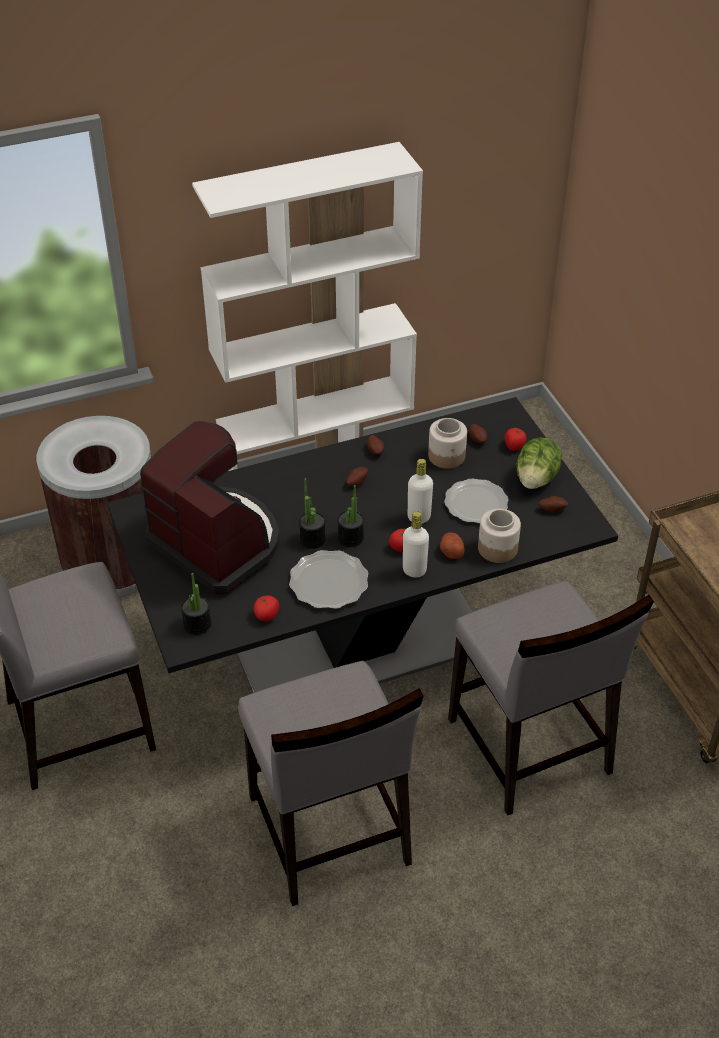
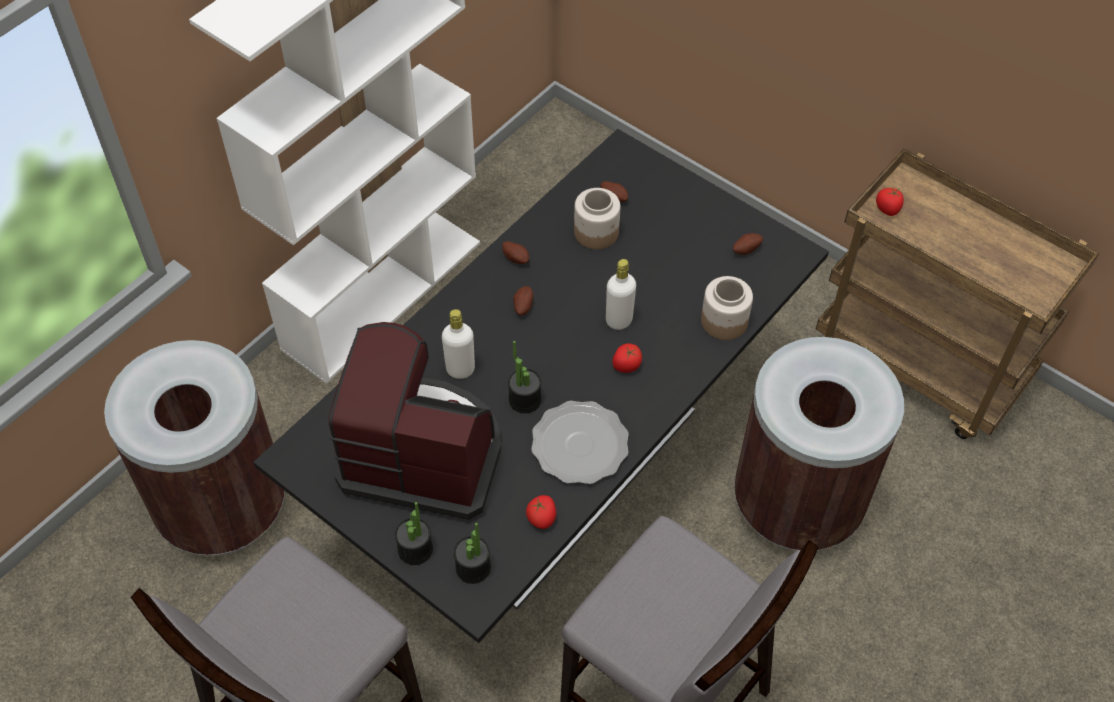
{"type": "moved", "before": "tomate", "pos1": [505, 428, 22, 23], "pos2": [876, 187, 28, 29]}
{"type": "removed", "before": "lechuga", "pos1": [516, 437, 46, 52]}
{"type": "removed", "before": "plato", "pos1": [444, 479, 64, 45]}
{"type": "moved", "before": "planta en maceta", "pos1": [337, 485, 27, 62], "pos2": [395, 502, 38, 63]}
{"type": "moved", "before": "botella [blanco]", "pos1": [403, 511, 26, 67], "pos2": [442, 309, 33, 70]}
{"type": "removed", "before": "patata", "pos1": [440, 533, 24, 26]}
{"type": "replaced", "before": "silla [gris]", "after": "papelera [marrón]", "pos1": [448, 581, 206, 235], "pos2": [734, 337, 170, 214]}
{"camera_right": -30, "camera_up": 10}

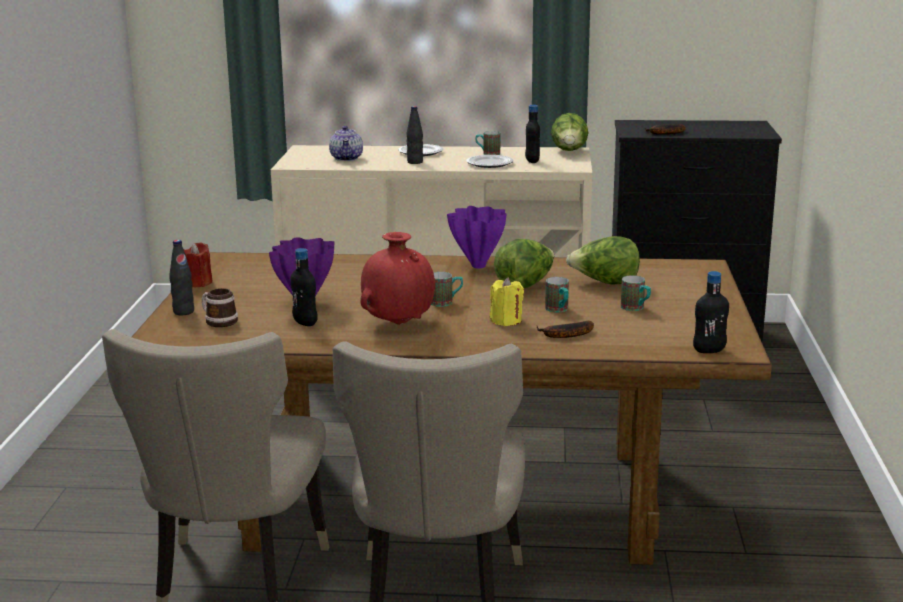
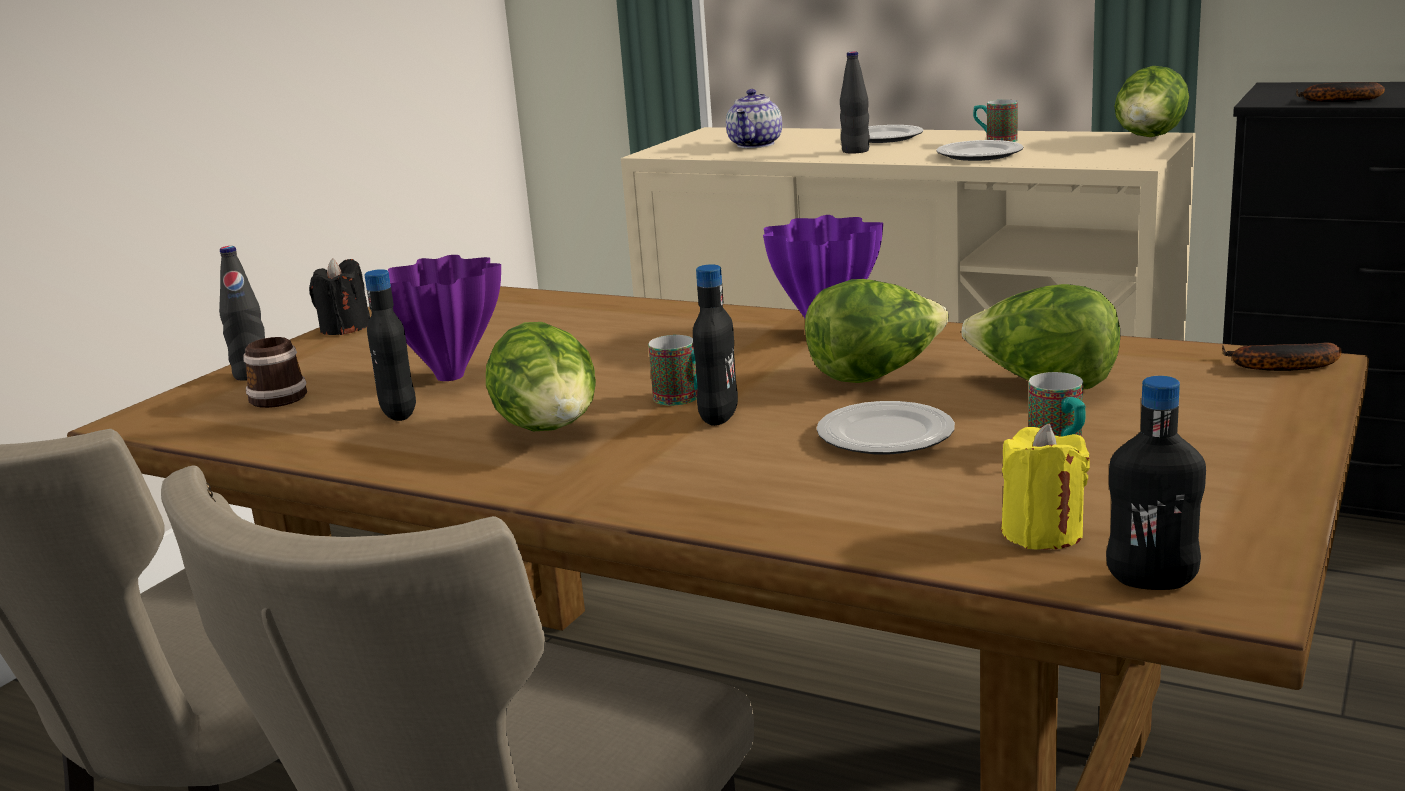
{"type": "moved", "before": "botella [negro]", "pos1": [525, 105, 15, 58], "pos2": [693, 264, 45, 162]}
{"type": "replaced", "before": "florero [rojo]", "after": "lechuga", "pos1": [360, 232, 75, 93], "pos2": [486, 322, 110, 109]}
{"type": "recoloured", "before": "vela [rojo]", "after": "vela [negro]", "pos1": [184, 243, 29, 44], "pos2": [309, 258, 61, 77]}
{"type": "moved", "before": "vela [amarillo]", "pos1": [490, 277, 34, 49], "pos2": [1001, 424, 89, 126]}
{"type": "replaced", "before": "taza grande", "after": "plato", "pos1": [545, 277, 24, 35], "pos2": [816, 401, 139, 54]}
{"type": "moved", "before": "plátano", "pos1": [537, 321, 57, 17], "pos2": [1222, 342, 120, 29]}
{"camera_right": 25, "camera_up": 0}

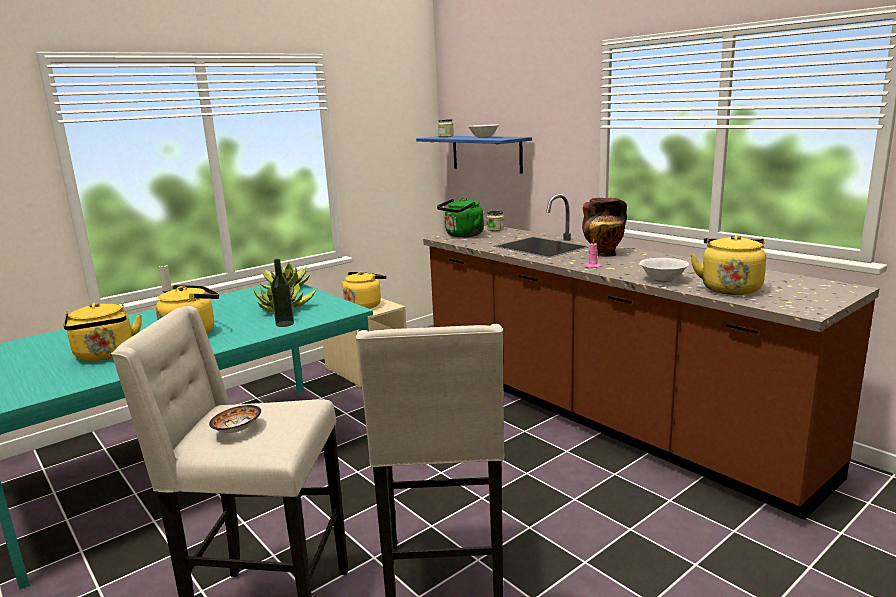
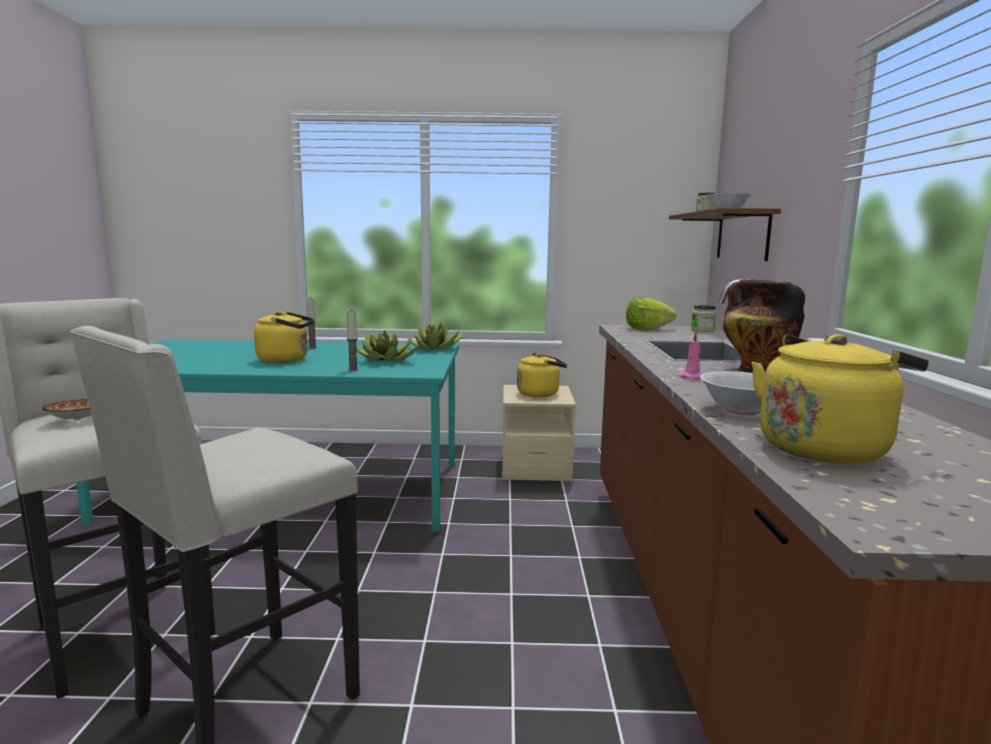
{"type": "recoloured", "before": "estante [azul]", "after": "estante [marrón]", "pos1": [416, 136, 116, 38], "pos2": [669, 208, 112, 53]}
{"type": "replaced", "before": "hervidor [verde]", "after": "lechuga", "pos1": [437, 198, 47, 39], "pos2": [626, 297, 50, 33]}
{"type": "replaced", "before": "botella", "after": "vela", "pos1": [271, 259, 23, 68], "pos2": [346, 310, 13, 61]}
{"type": "removed", "before": "hervidor [amarillo]", "pos1": [64, 302, 78, 59]}
{"camera_right": 40, "camera_up": -5}

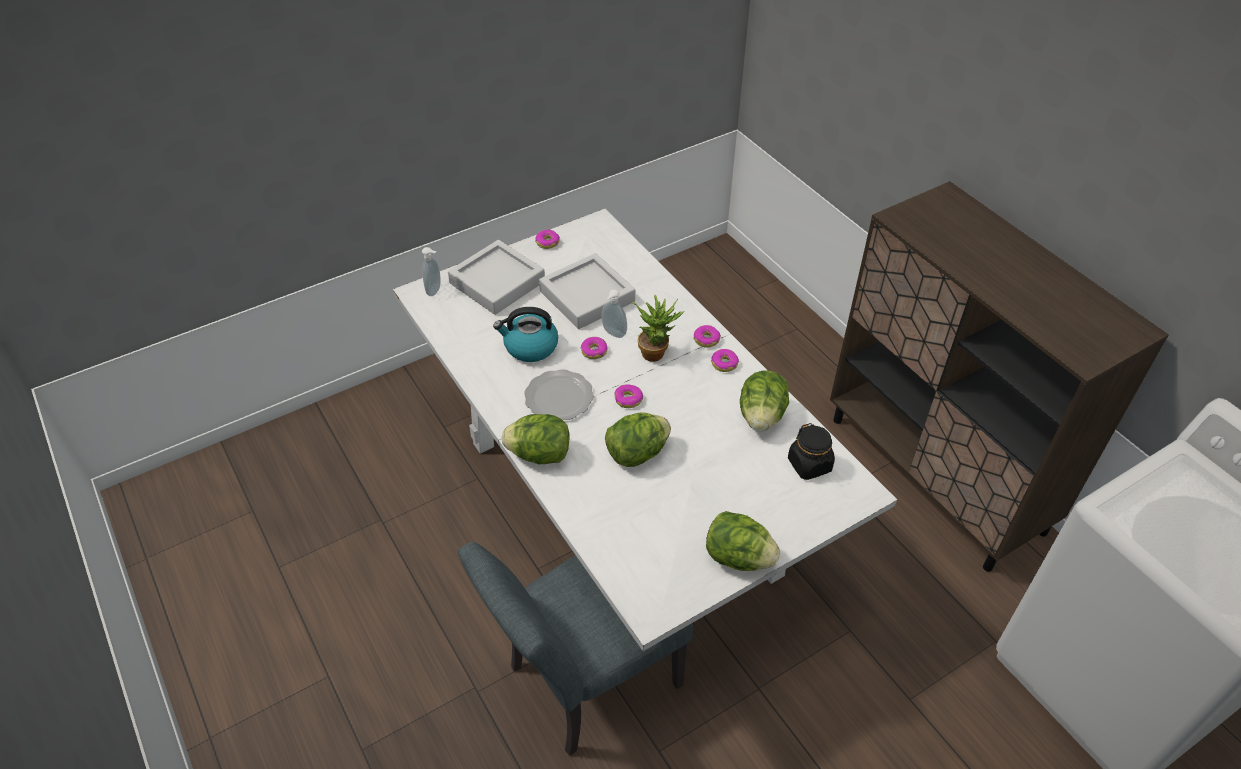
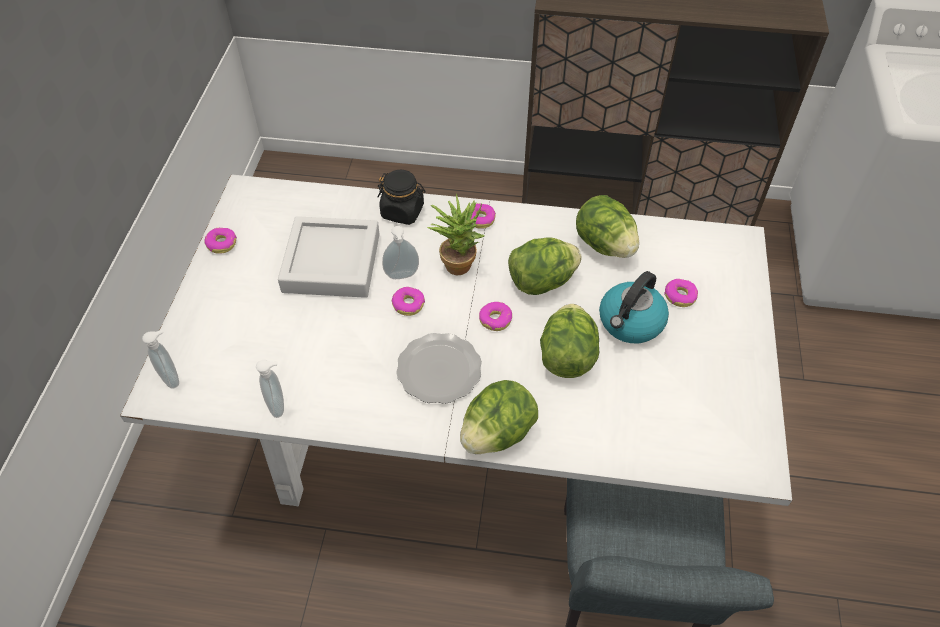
{"type": "removed", "before": "bandeja [gris]", "pos1": [448, 240, 97, 75]}
{"type": "moved", "before": "hervidor", "pos1": [493, 307, 65, 55], "pos2": [599, 271, 70, 72]}
{"type": "moved", "before": "rosquilla", "pos1": [711, 349, 28, 23], "pos2": [664, 279, 34, 28]}
{"type": "moved", "before": "tarro [negro]", "pos1": [788, 423, 47, 57], "pos2": [378, 170, 48, 55]}
{"type": "moved", "before": "lechuga", "pos1": [706, 511, 74, 60], "pos2": [508, 238, 74, 57]}
{"type": "added", "after": "dispensador de jabón", "pos2": [256, 360, 28, 58]}
{"camera_right": -50, "camera_up": 5}

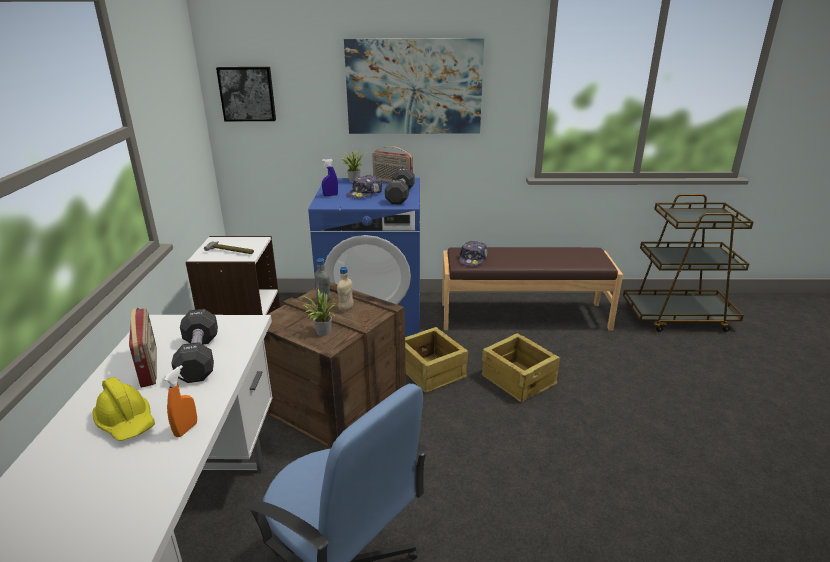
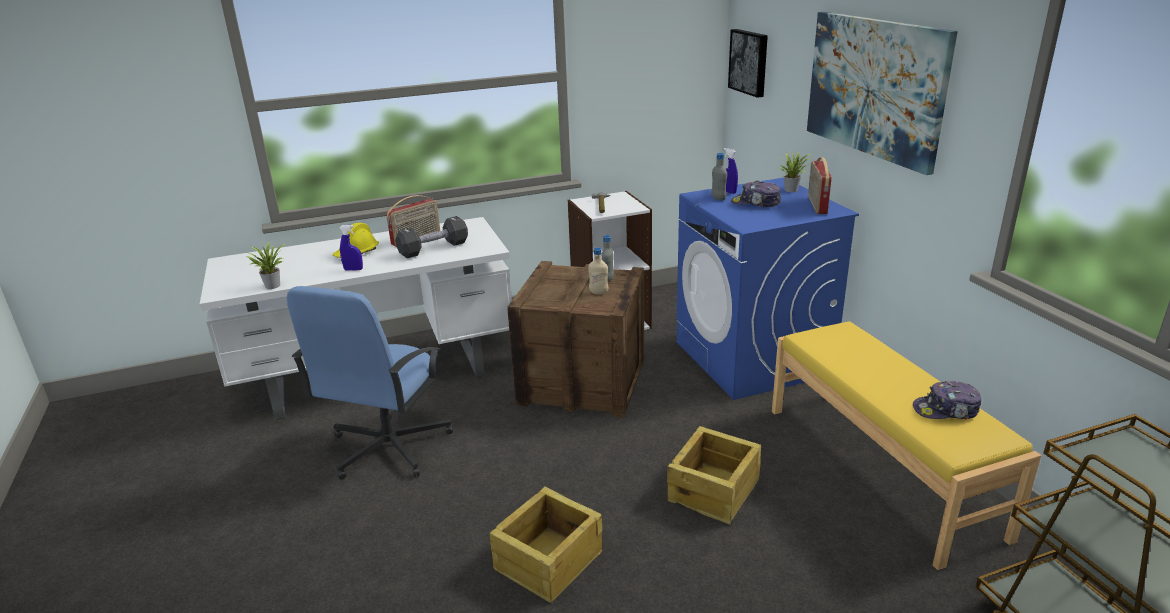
{"type": "removed", "before": "mancuerna [negro]", "pos1": [385, 168, 30, 37]}
{"type": "moved", "before": "gorra", "pos1": [459, 240, 29, 26], "pos2": [913, 381, 68, 38]}
{"type": "recoloured", "before": "banco [marrón]", "after": "banco [amarillo]", "pos1": [442, 247, 181, 84], "pos2": [772, 321, 269, 249]}
{"type": "moved", "before": "planta en maceta", "pos1": [302, 289, 33, 47], "pos2": [246, 242, 40, 47]}
{"type": "moved", "before": "caja de embalaje", "pos1": [405, 327, 63, 66], "pos2": [490, 486, 112, 117]}
{"type": "recoloured", "before": "pulverizador [naranja]", "after": "pulverizador [azul]", "pos1": [164, 365, 33, 72], "pos2": [339, 225, 24, 46]}
{"type": "added", "after": "botella [gris]", "pos2": [711, 153, 16, 48]}
{"camera_right": 70, "camera_up": 0}

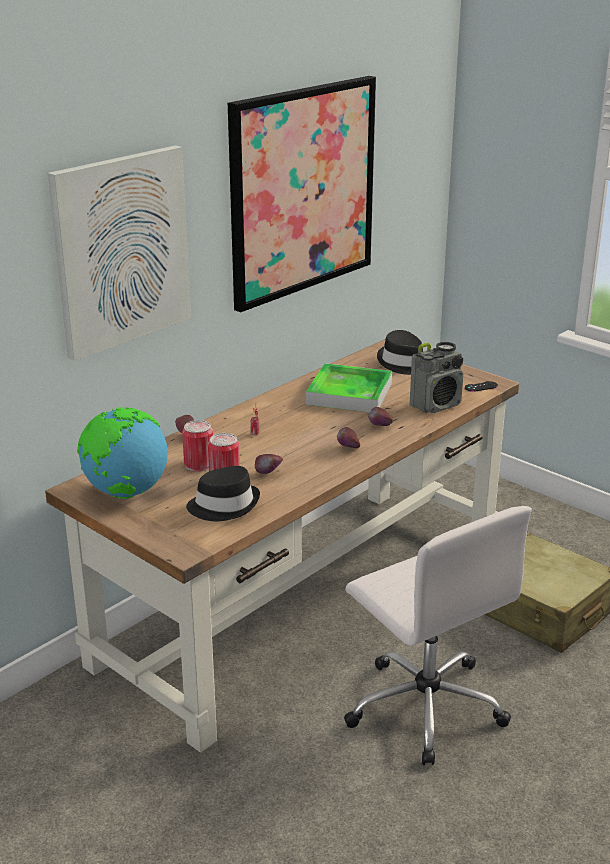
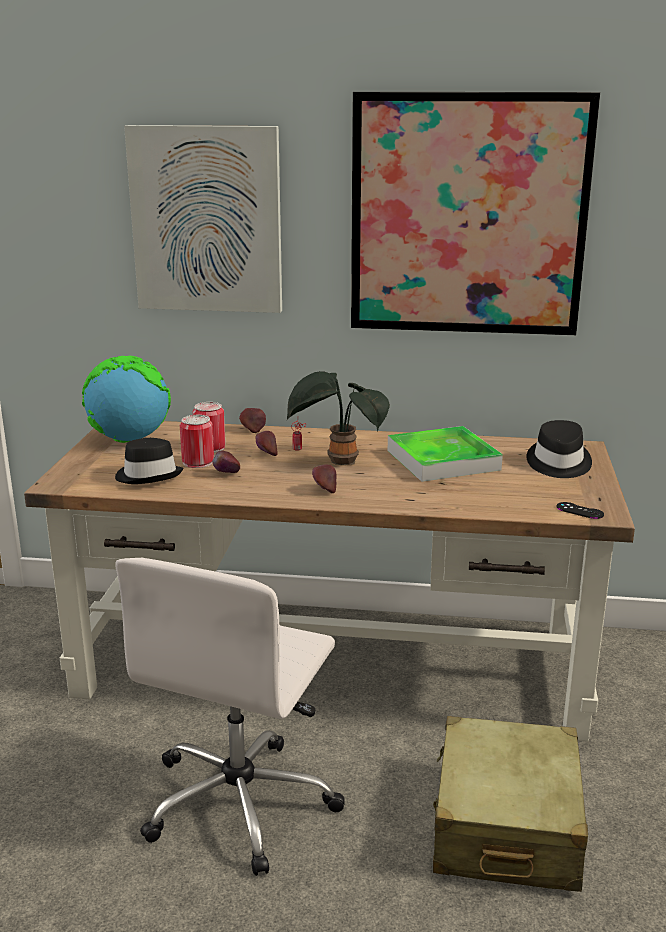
{"type": "removed", "before": "radio", "pos1": [410, 342, 53, 71]}
{"type": "moved", "before": "manzana", "pos1": [368, 407, 25, 19], "pos2": [255, 431, 23, 25]}
{"type": "added", "after": "planta en maceta", "pos2": [287, 371, 103, 94]}
{"camera_right": 55, "camera_up": -5}

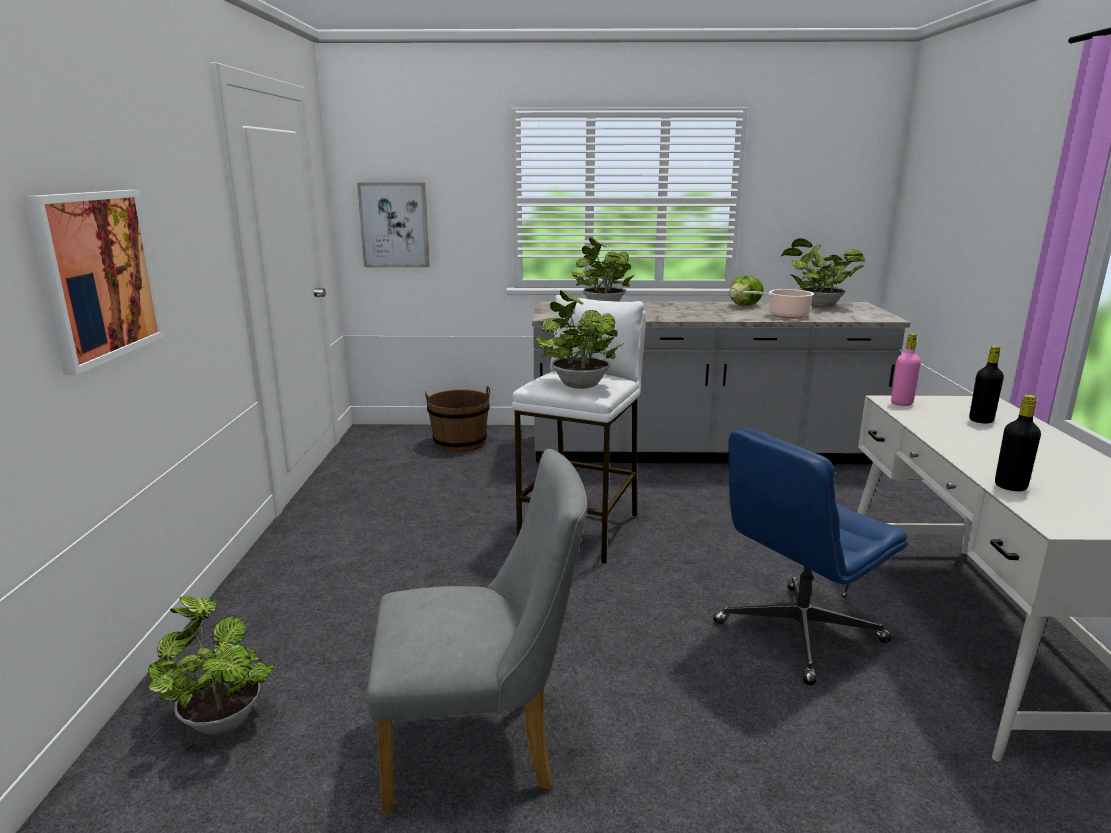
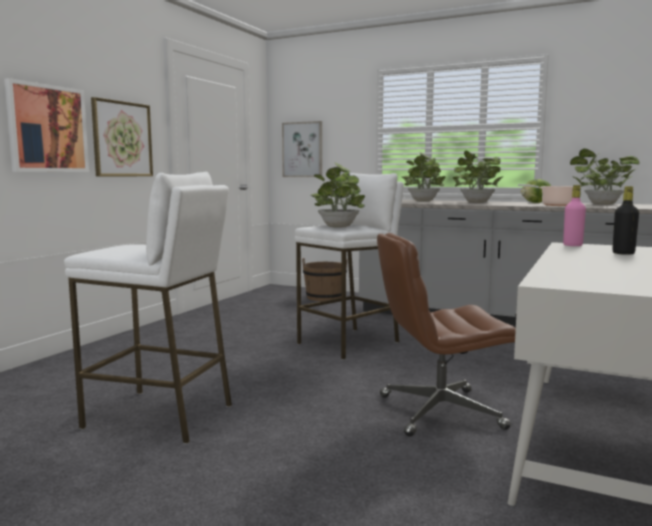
{"type": "removed", "before": "botella [negro]", "pos1": [995, 395, 46, 96]}
{"type": "recoloured", "before": "silla de oficina [azul]", "after": "silla de oficina [marrón]", "pos1": [713, 428, 194, 257], "pos2": [377, 233, 139, 204]}
{"type": "replaced", "before": "silla [gris]", "after": "taburete [blanco]", "pos1": [367, 449, 220, 365], "pos2": [64, 171, 168, 273]}
{"type": "moved", "before": "planta en maceta", "pos1": [148, 596, 127, 139], "pos2": [451, 150, 52, 53]}
{"type": "added", "after": "cuadro", "pos2": [91, 97, 62, 80]}
{"camera_right": 25, "camera_up": -10}

